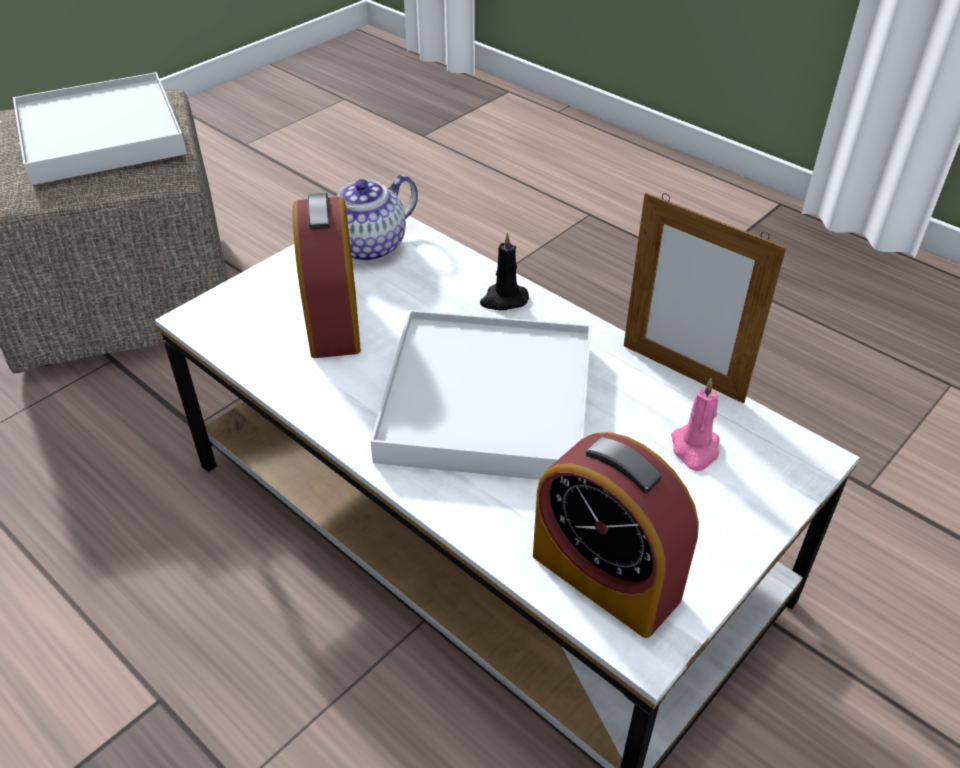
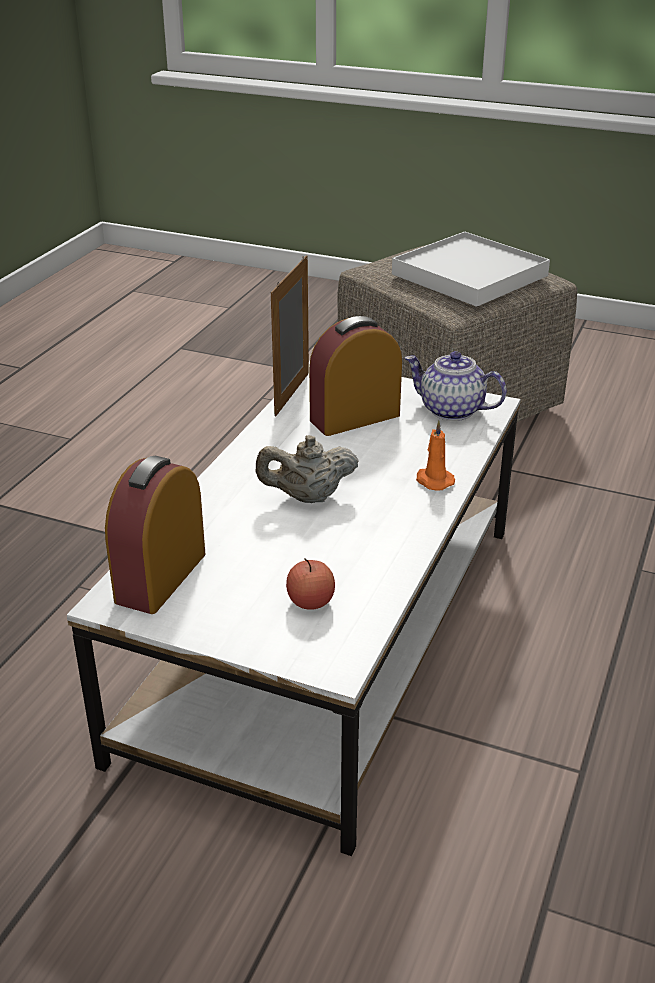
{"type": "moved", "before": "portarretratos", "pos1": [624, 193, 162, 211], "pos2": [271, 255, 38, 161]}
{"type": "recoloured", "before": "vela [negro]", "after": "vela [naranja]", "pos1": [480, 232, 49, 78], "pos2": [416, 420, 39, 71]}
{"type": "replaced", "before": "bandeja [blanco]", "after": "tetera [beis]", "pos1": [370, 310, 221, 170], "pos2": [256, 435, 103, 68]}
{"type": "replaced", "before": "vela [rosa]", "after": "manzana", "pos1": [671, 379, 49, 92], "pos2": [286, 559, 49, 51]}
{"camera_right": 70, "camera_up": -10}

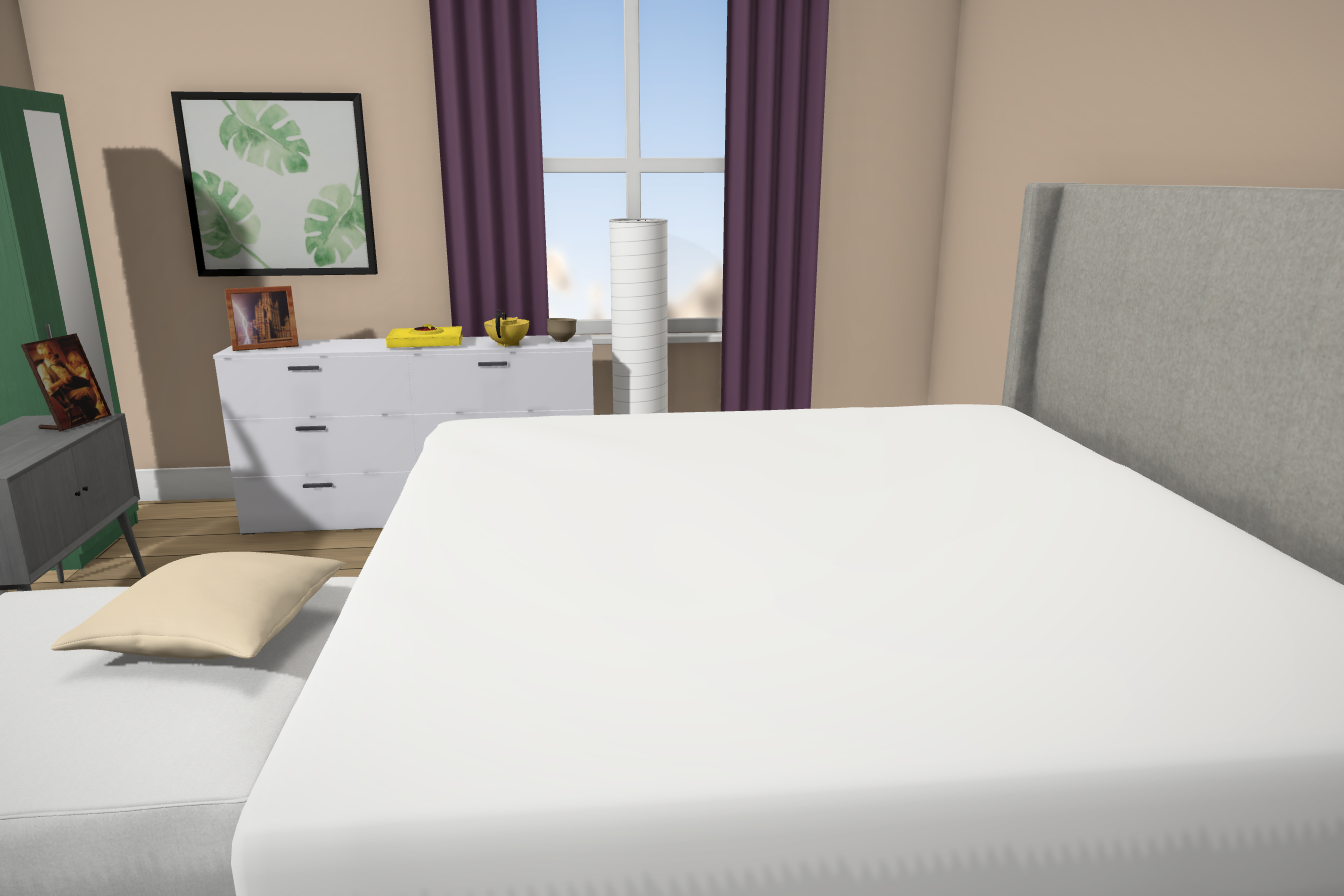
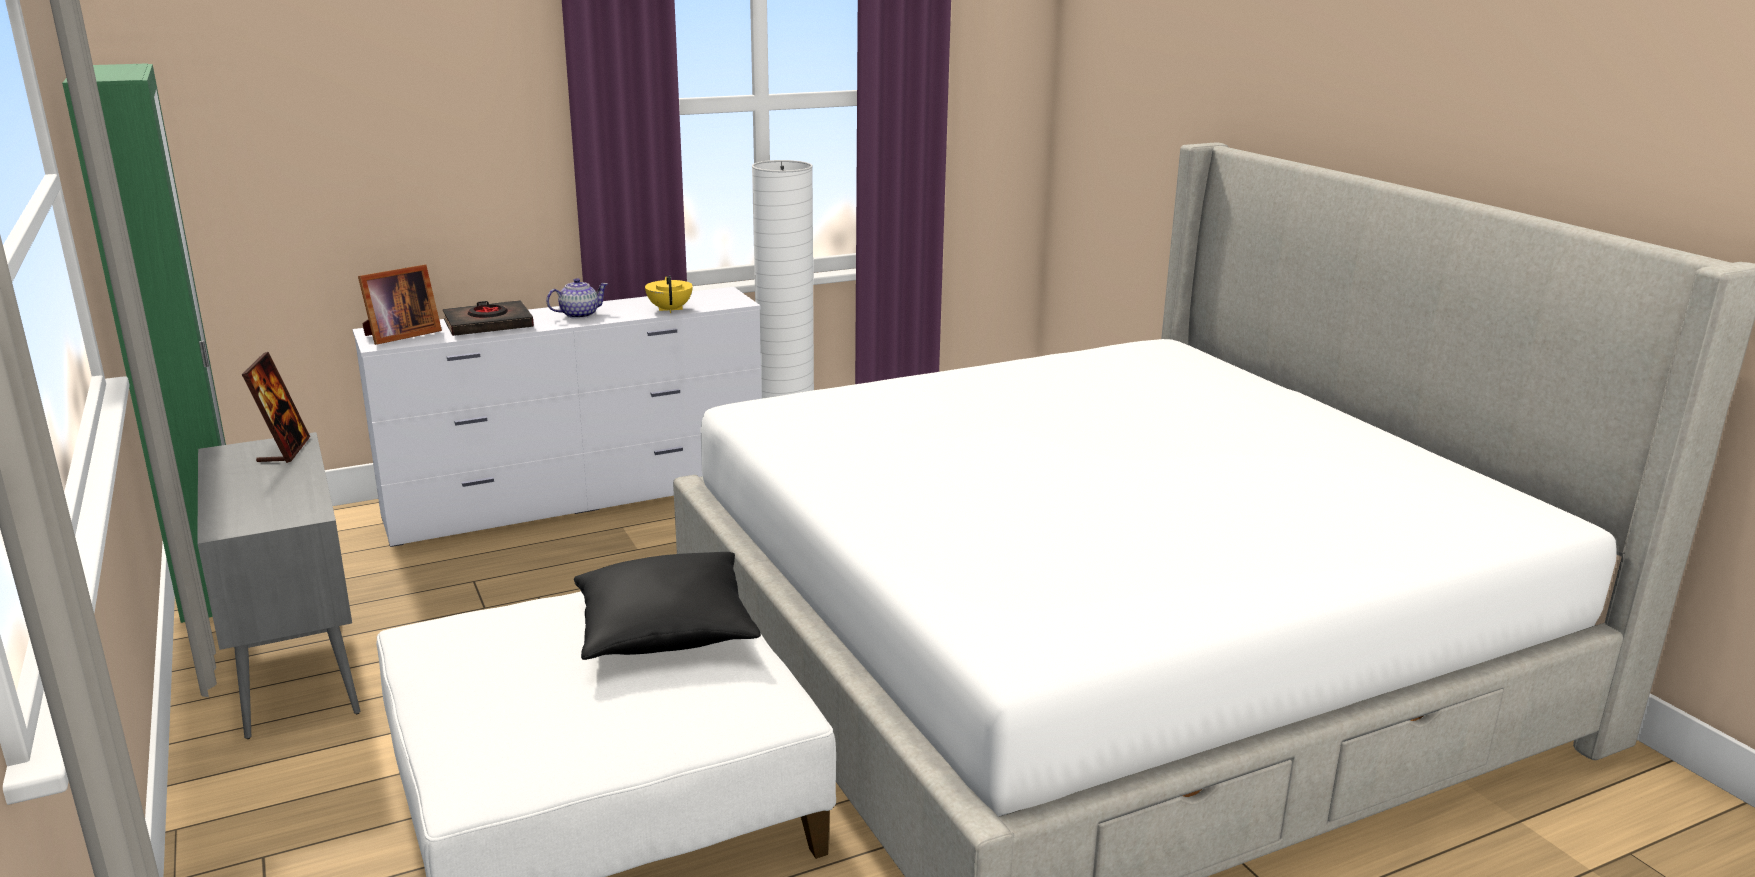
{"type": "removed", "before": "cuadro", "pos1": [171, 92, 207, 185]}
{"type": "removed", "before": "cuenco [marrón]", "pos1": [547, 318, 30, 24]}
{"type": "replaced", "before": "libro [amarillo]", "after": "tetera", "pos1": [386, 324, 77, 24], "pos2": [546, 278, 62, 41]}
{"type": "recoloured", "before": "cojín [beis]", "after": "cojín [negro]", "pos1": [51, 552, 295, 107], "pos2": [574, 552, 187, 108]}
{"type": "added", "after": "libro [negro]", "pos2": [443, 300, 91, 36]}
{"camera_right": -20, "camera_up": 5}

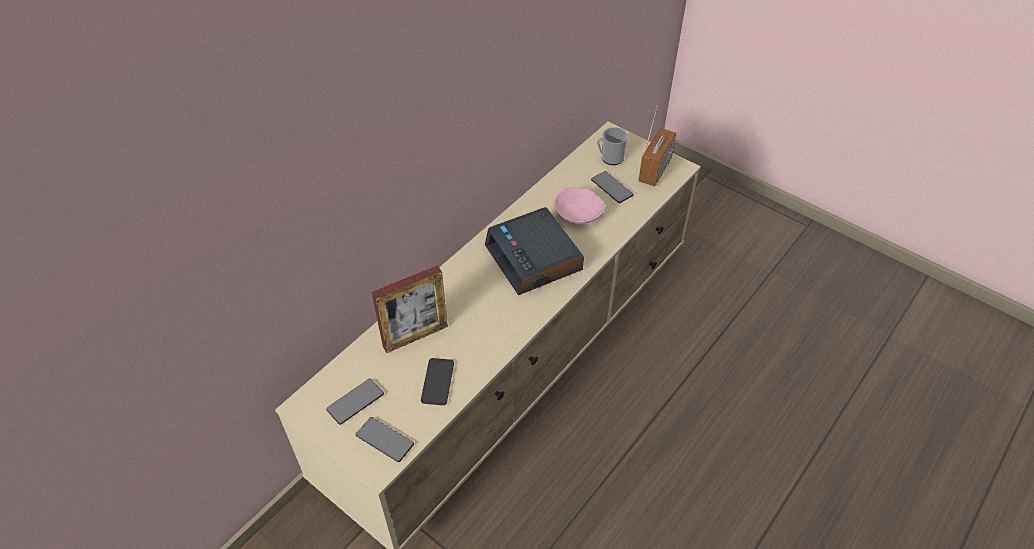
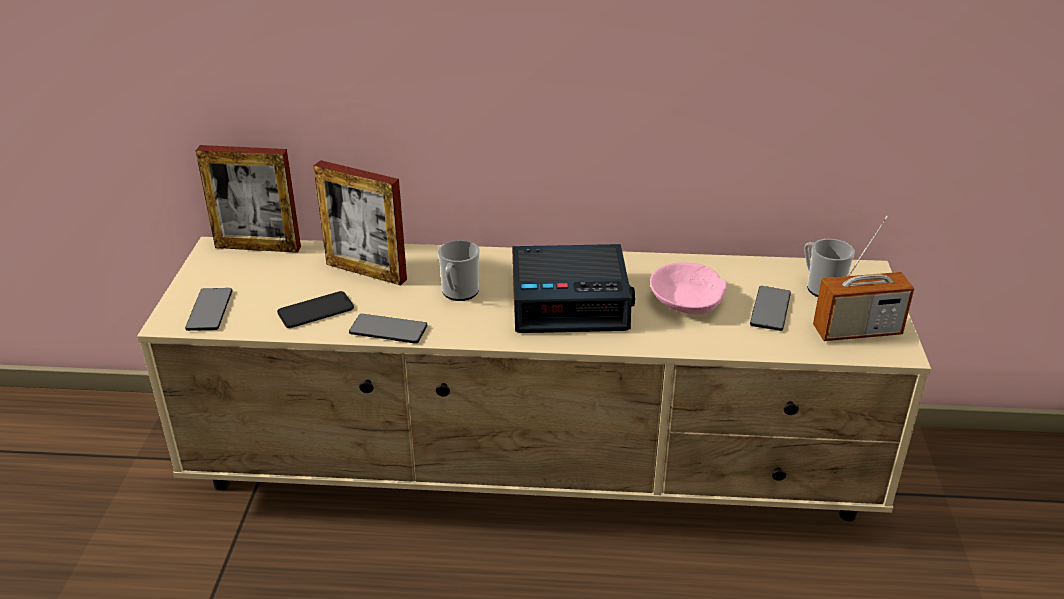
{"type": "turned", "before": "despertador", "pos1": [485, 207, 99, 88], "pos2": [512, 244, 123, 89], "turn": -120}
{"type": "moved", "before": "móvil", "pos1": [326, 379, 58, 46], "pos2": [349, 314, 78, 30]}
{"type": "added", "after": "portarretratos", "pos2": [196, 145, 105, 108]}
{"type": "added", "after": "taza grande", "pos2": [438, 240, 42, 61]}
{"camera_right": 55, "camera_up": -15}

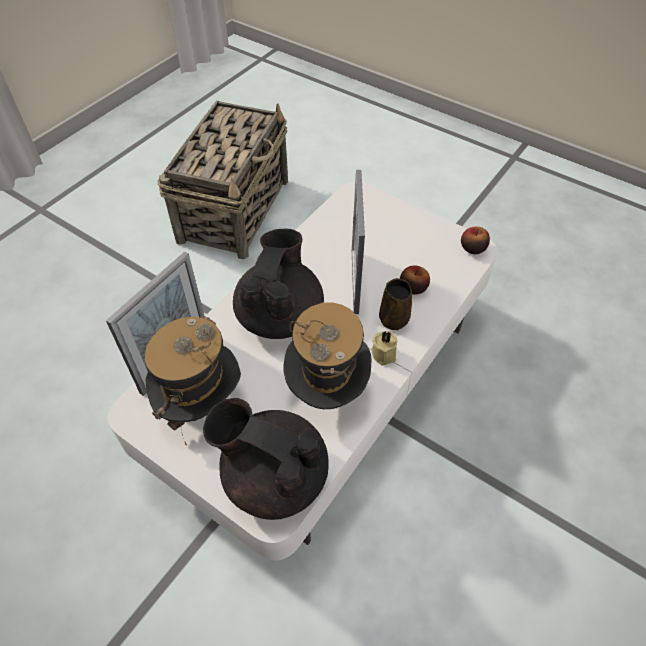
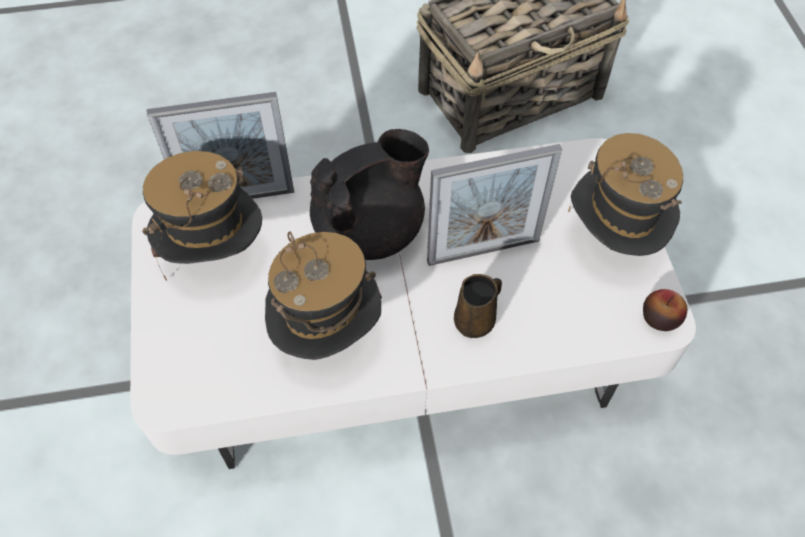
{"type": "turned", "before": "portarretratos", "pos1": [352, 170, 13, 144], "pos2": [427, 144, 135, 122], "turn": -150}
{"type": "removed", "before": "manzana", "pos1": [400, 266, 30, 29]}
{"type": "removed", "before": "vela [beis]", "pos1": [371, 331, 26, 35]}
{"type": "removed", "before": "tetera [negro]", "pos1": [203, 398, 126, 122]}
{"type": "added", "after": "sombrero", "pos2": [569, 133, 114, 123]}
{"camera_right": 45, "camera_up": 5}

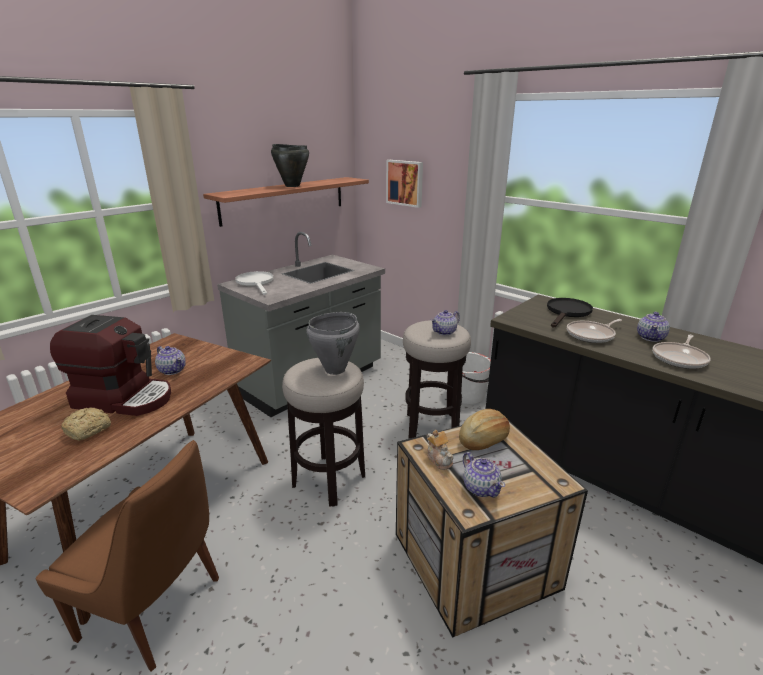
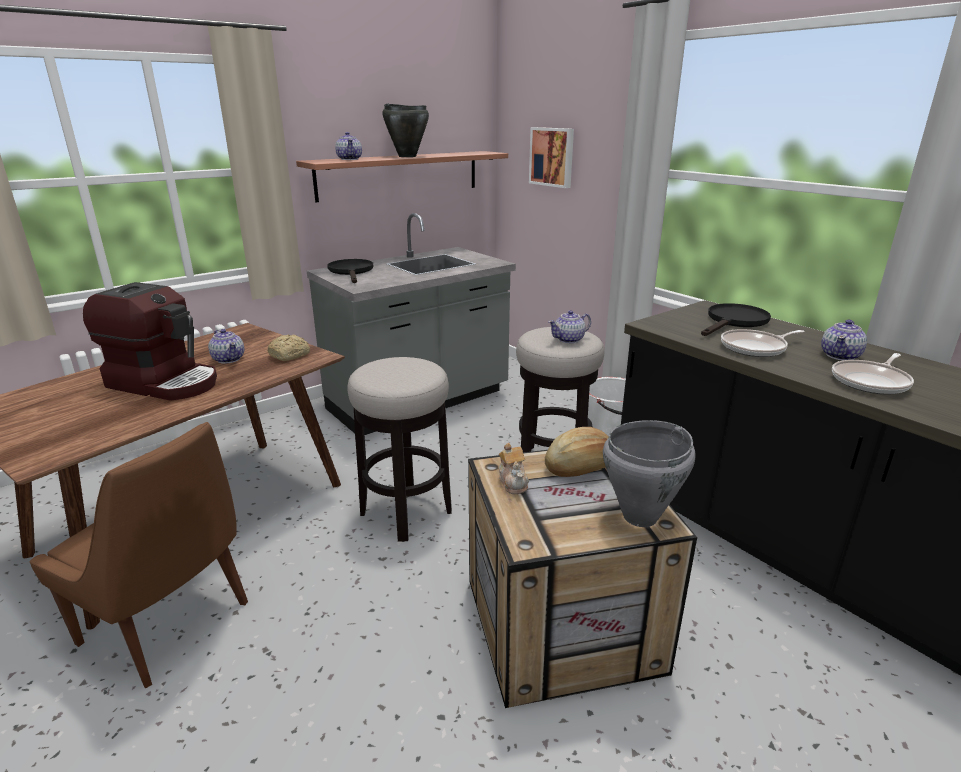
{"type": "recoloured", "before": "sartén [blanco]", "after": "sartén [negro]", "pos1": [236, 271, 38, 24], "pos2": [327, 259, 46, 24]}
{"type": "moved", "before": "olla [gris]", "pos1": [306, 312, 54, 63], "pos2": [603, 420, 93, 107]}
{"type": "moved", "before": "pan", "pos1": [62, 408, 49, 33], "pos2": [267, 335, 43, 26]}
{"type": "moved", "before": "tetera", "pos1": [463, 452, 42, 46], "pos2": [335, 132, 27, 28]}
{"camera_right": 10, "camera_up": 0}

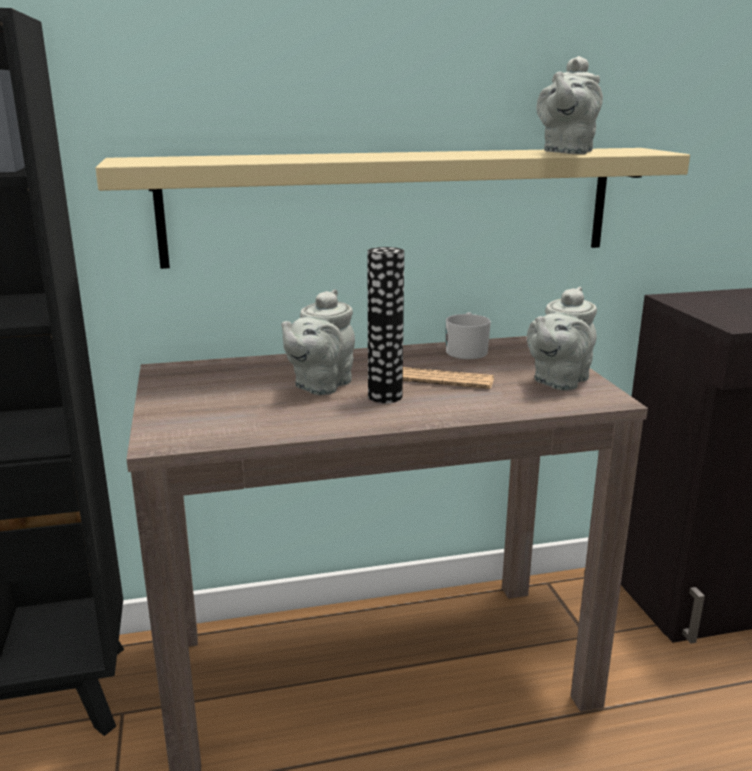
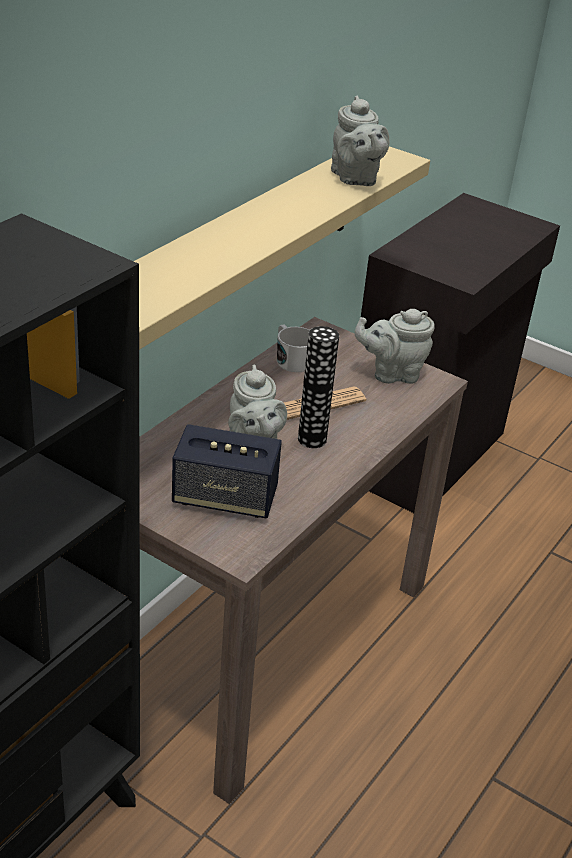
{"type": "turned", "before": "tetera [gris]", "pos1": [527, 287, 70, 103], "pos2": [354, 309, 81, 75], "turn": 90}
{"type": "added", "after": "altavoz", "pos2": [172, 424, 110, 94]}
{"camera_right": -45, "camera_up": 15}

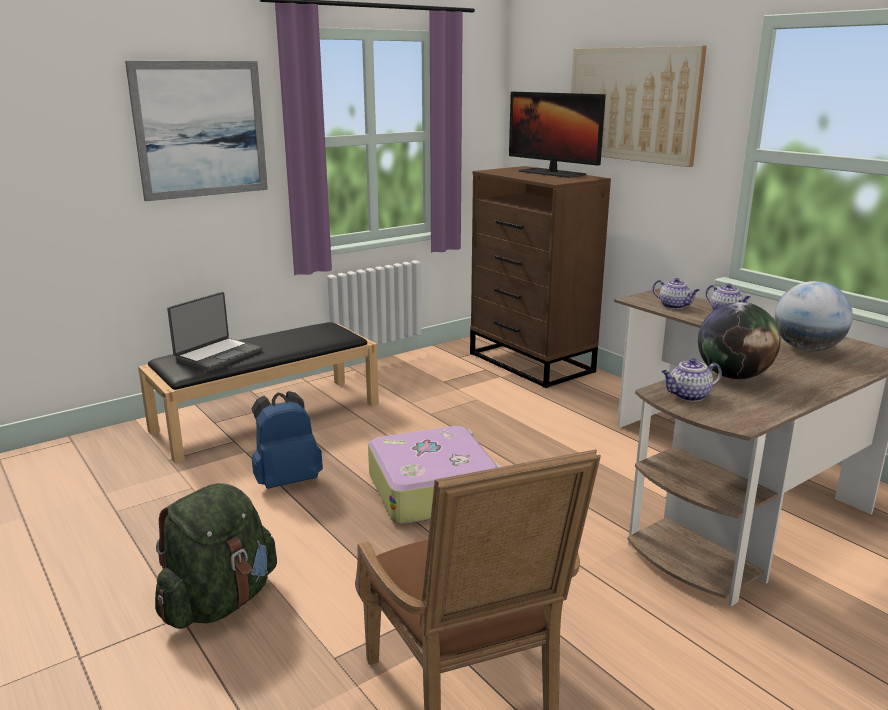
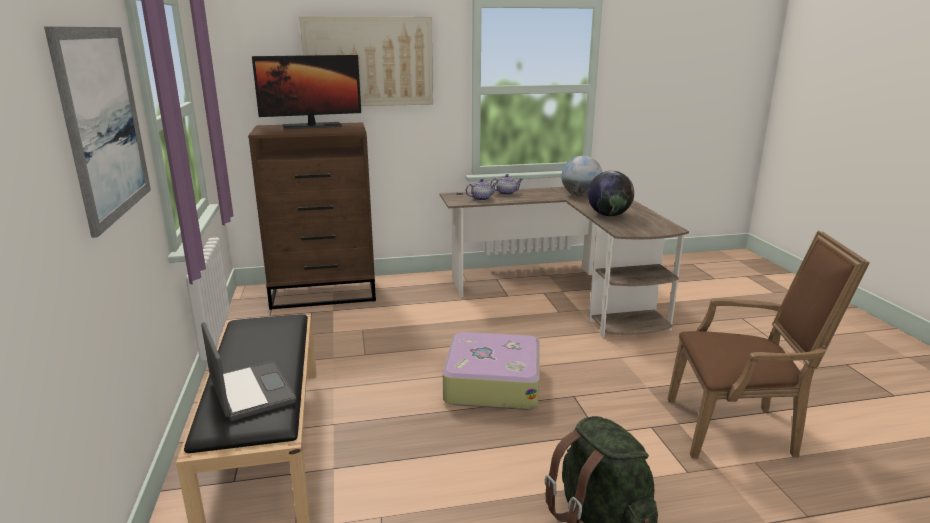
{"type": "removed", "before": "tetera", "pos1": [662, 358, 60, 44]}
{"type": "removed", "before": "mochila [azul]", "pos1": [251, 391, 72, 98]}
{"camera_right": -65, "camera_up": 0}

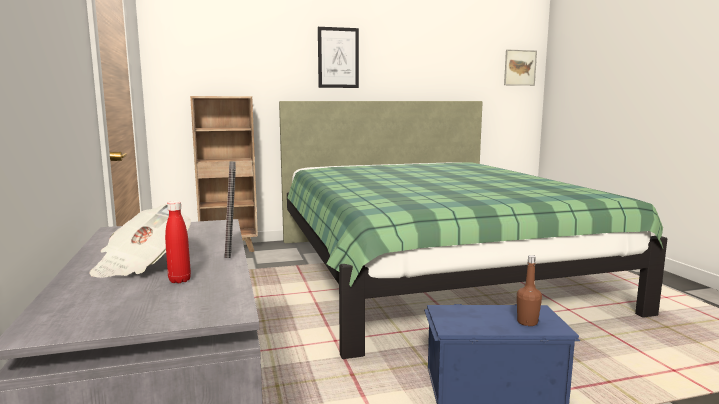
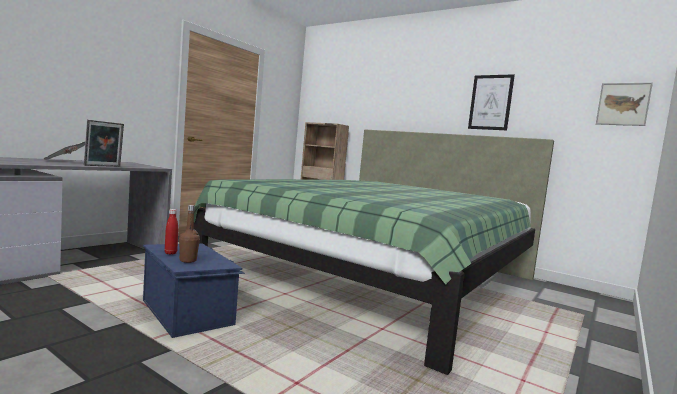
{"type": "moved", "before": "cuadro", "pos1": [318, 27, 41, 61], "pos2": [468, 74, 47, 56]}
{"type": "moved", "before": "botella [rojo]", "pos1": [165, 201, 26, 82], "pos2": [165, 209, 13, 46]}
{"camera_right": 50, "camera_up": -5}

